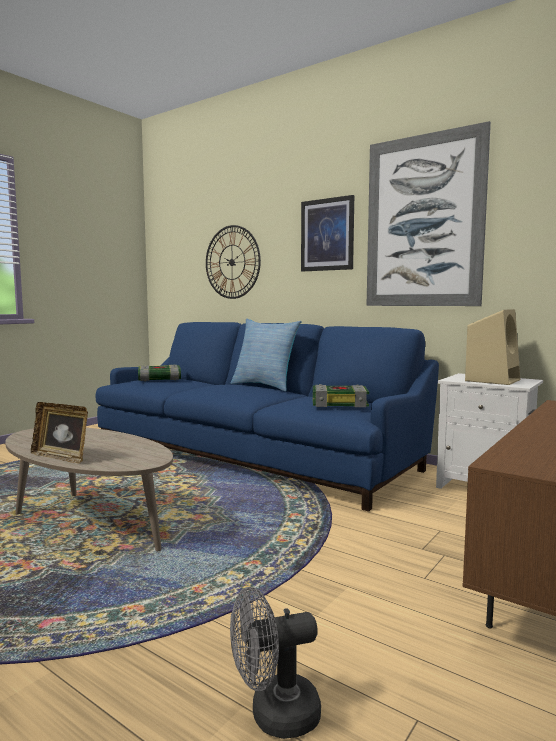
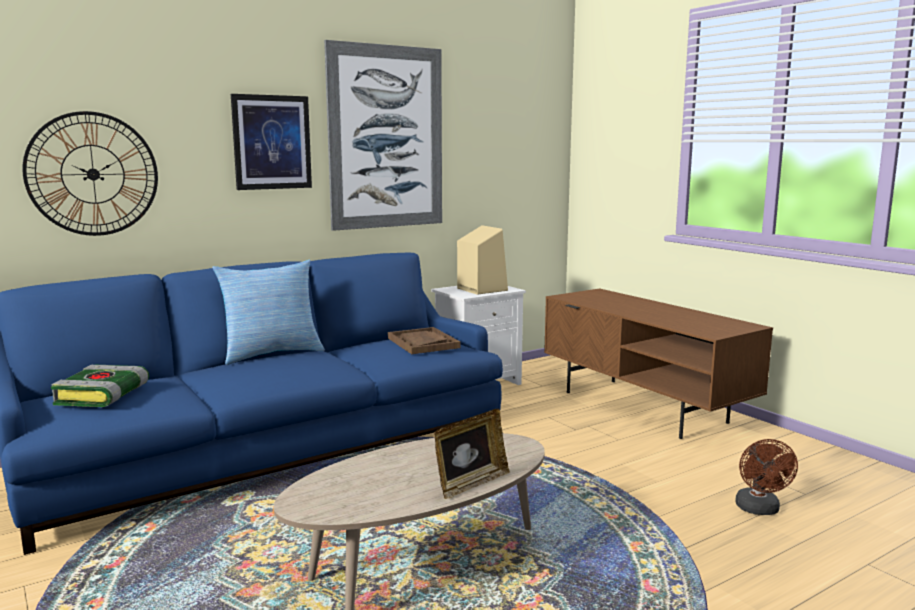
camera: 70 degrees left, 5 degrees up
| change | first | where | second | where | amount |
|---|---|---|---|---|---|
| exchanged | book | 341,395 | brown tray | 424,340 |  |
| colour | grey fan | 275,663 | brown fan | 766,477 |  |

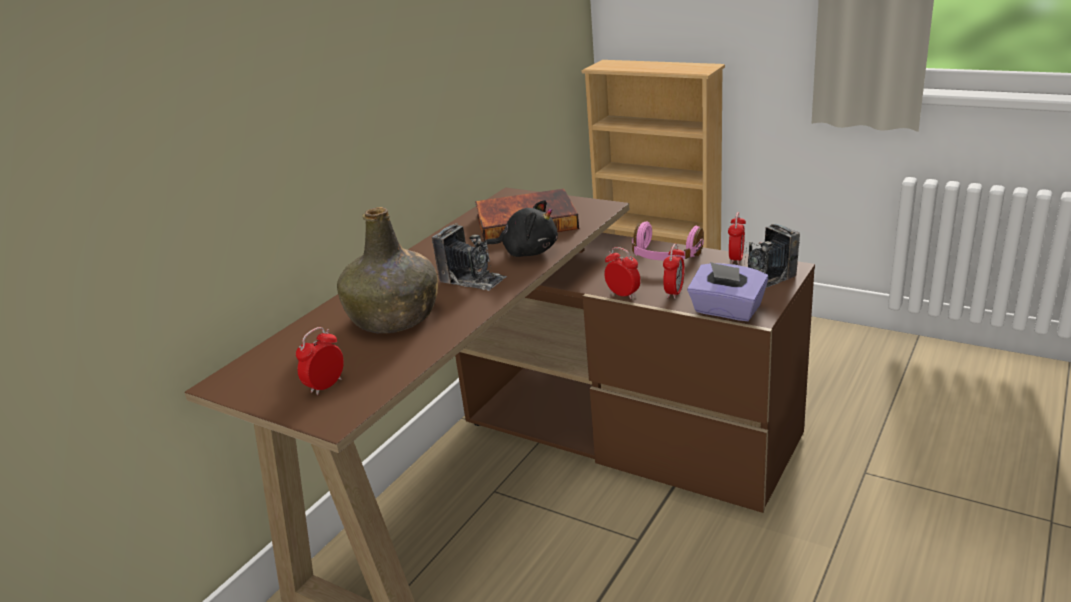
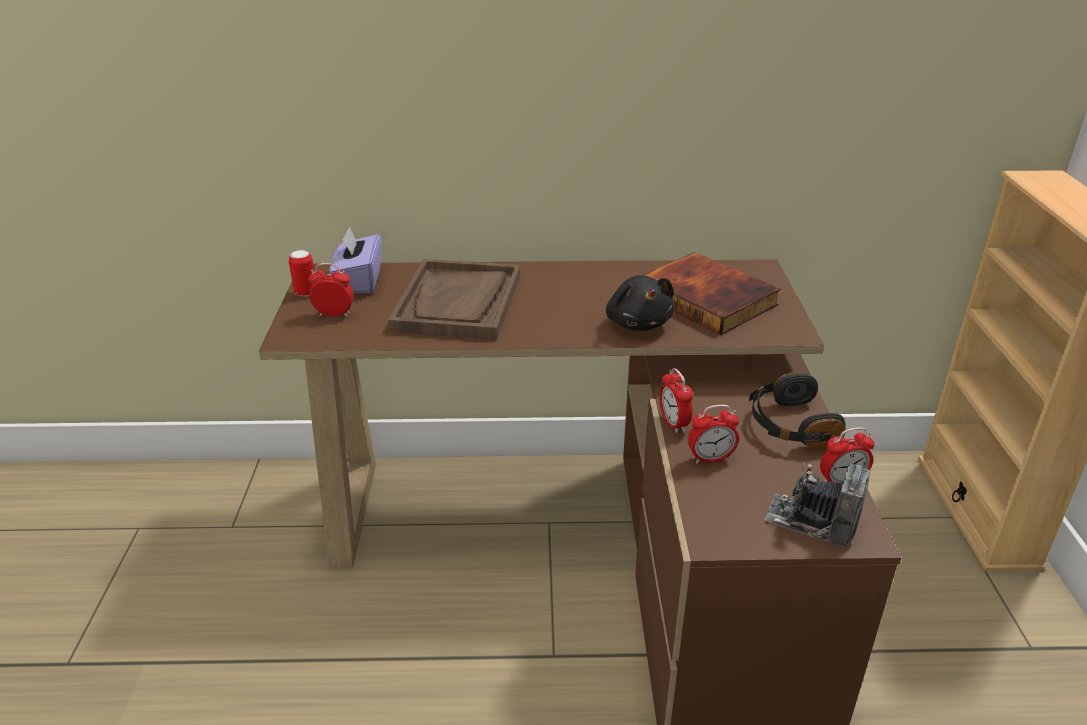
camera: 55 degrees right, 5 degrees up
| change | first | where | second | where | amount |
|---|---|---|---|---|---|
| appeared |  |  | can | 301,273 |  |
| relocated | purple tissue box | 727,291 |  | 355,259 |  |
| exchanged | green bottle | 387,270 | brown tray | 454,299 |  |
| spun | alarm clock | 622,273 |  | 676,400 | 150 degrees clockwise |
| colour | pink headphones | 668,241 | black headphones | 797,410 |  |
| missing | photo camera | 469,257 |  |  |  |

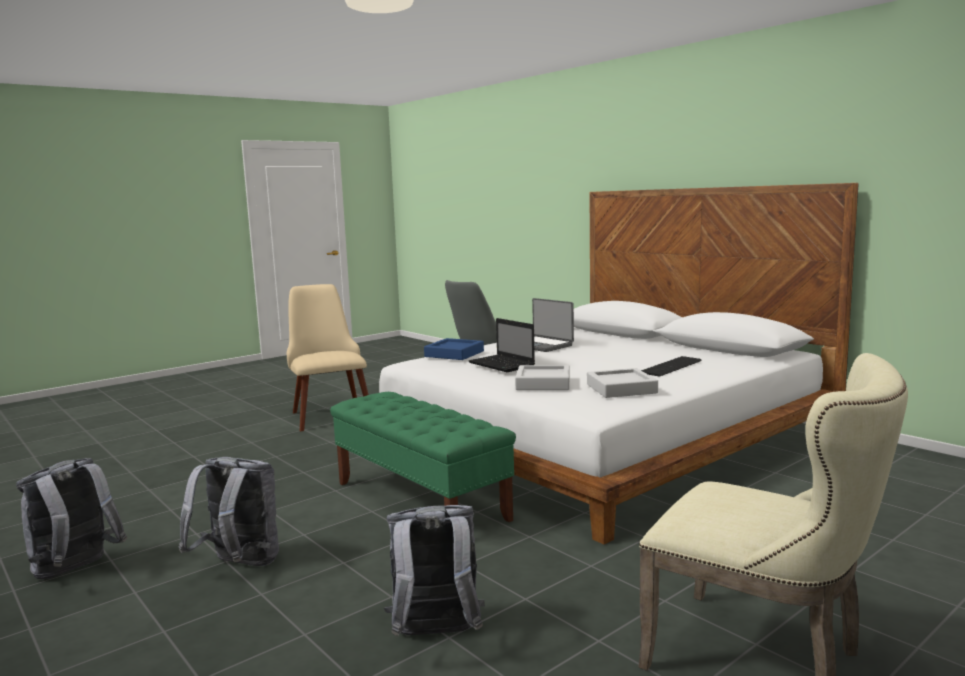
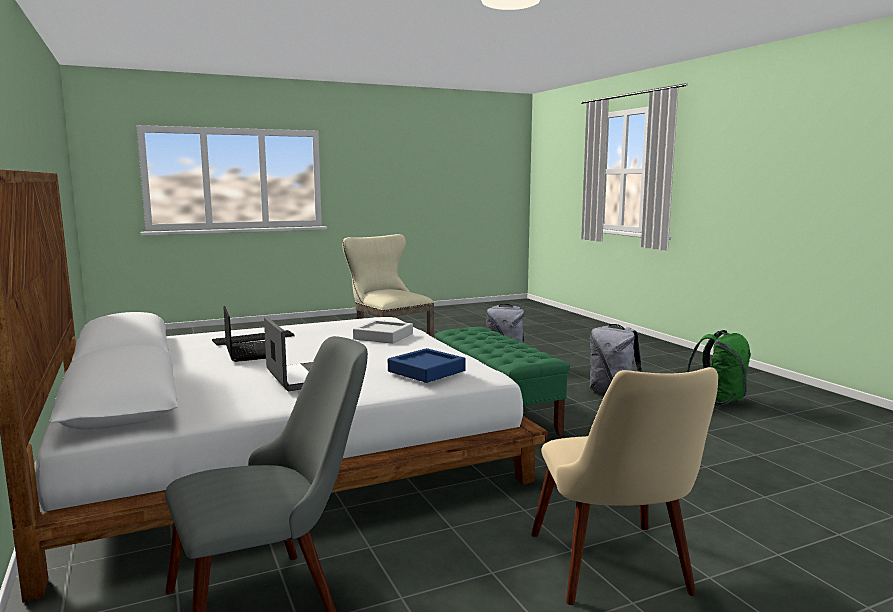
camera: 165 degrees left, 0 degrees up
| change | first | where | second | where | amount |
|---|---|---|---|---|---|
| relocated | laptop | 502,345 |  | 244,334 |  |
| colour | grey backpack | 71,518 | green backpack | 719,368 |  |
| missing | grey tray | 622,383 |  |  |  |

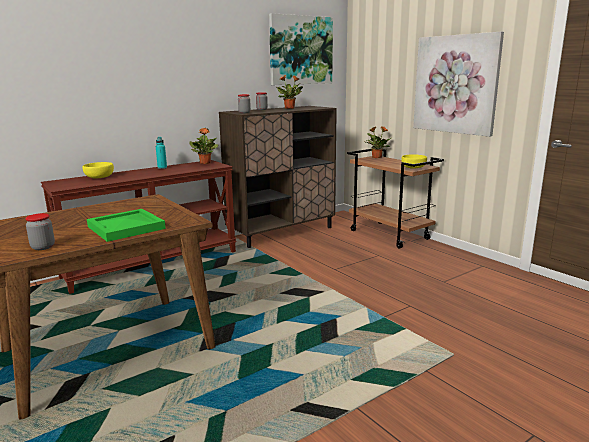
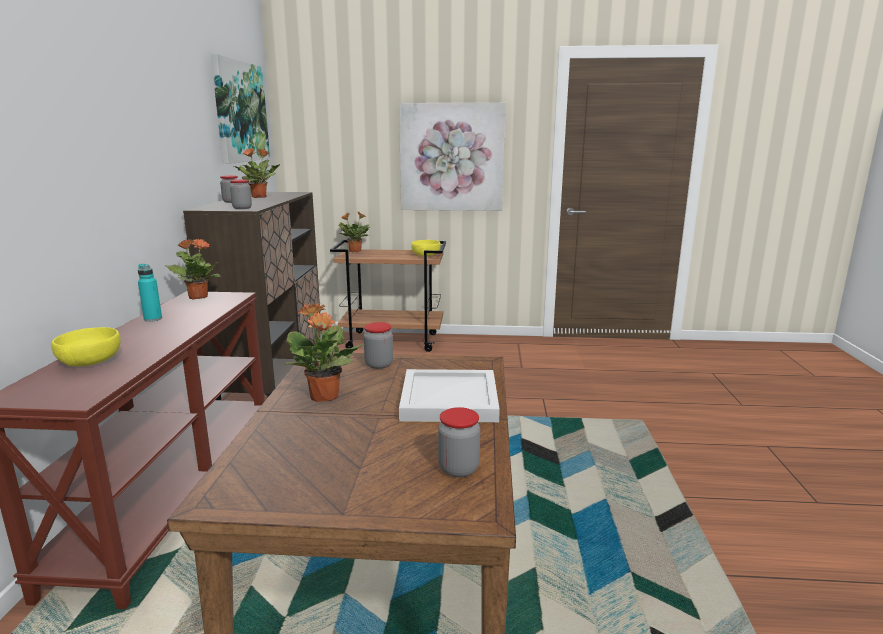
camera: 50 degrees left, 0 degrees up
| change | first | where | second | where | amount |
|---|---|---|---|---|---|
| appeared |  |  | potted plant | 325,352 |  |
| appeared |  |  | jar | 378,345 |  |
| colour | green tray | 126,225 | white tray | 449,395 |  |

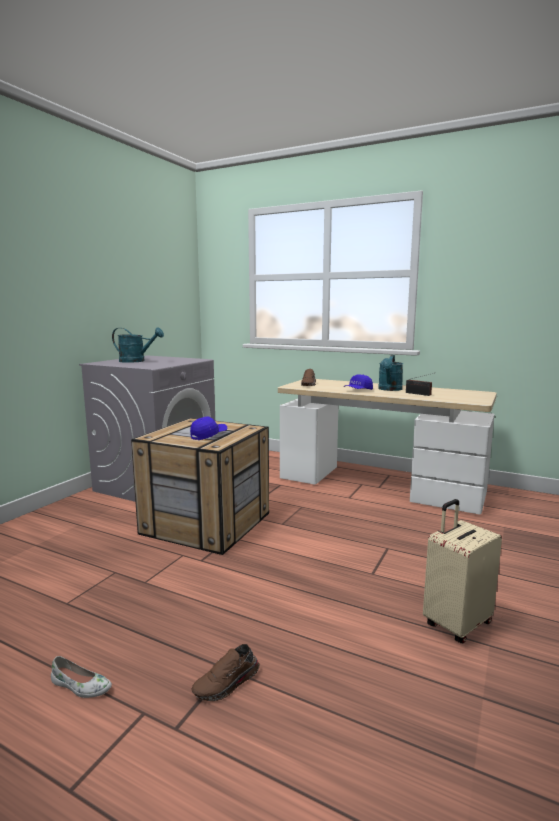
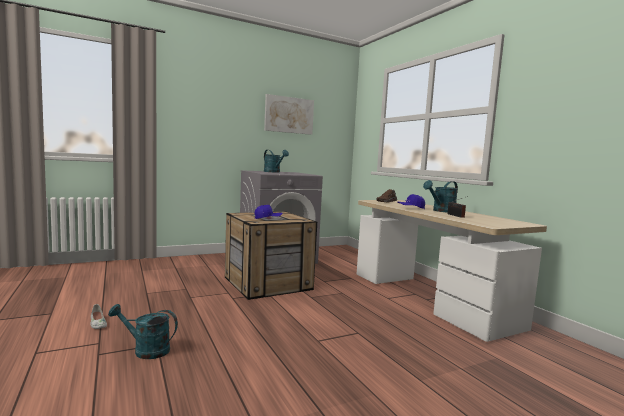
camera: 35 degrees right, 5 degrees down
| change | first | where | second | where | amount |
|---|---|---|---|---|---|
| exchanged | brown shoe | 225,672 | turquoise watering can | 143,331 |  |
| appeared |  |  | picture | 289,114 |  |
| missing | beige suitcase | 462,571 |  |  |  |

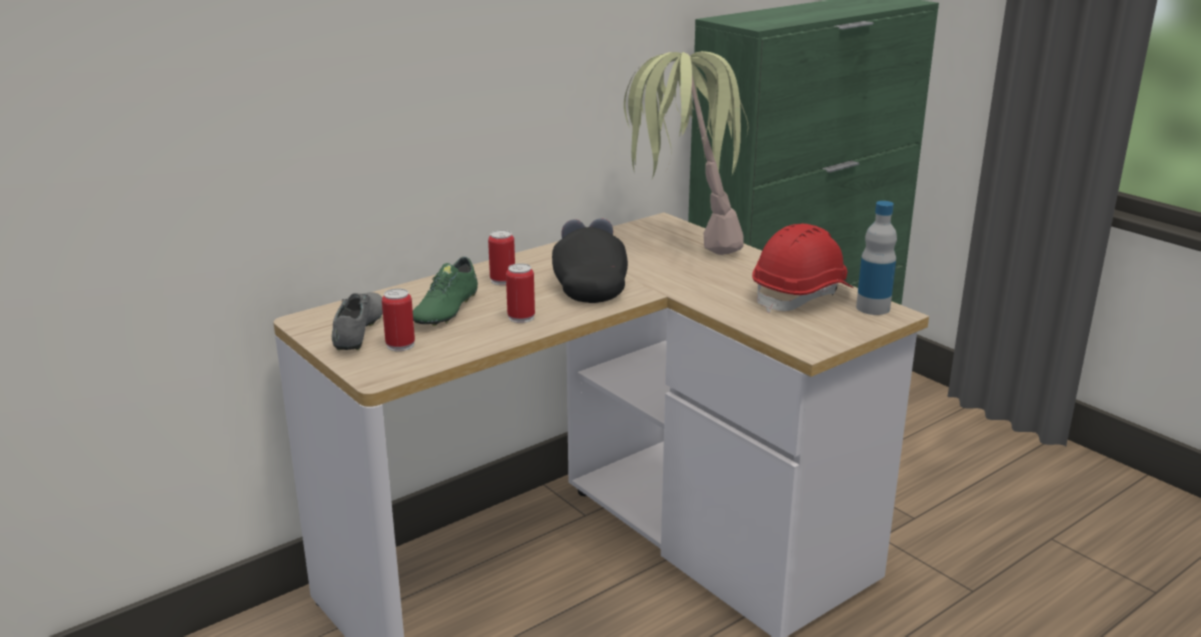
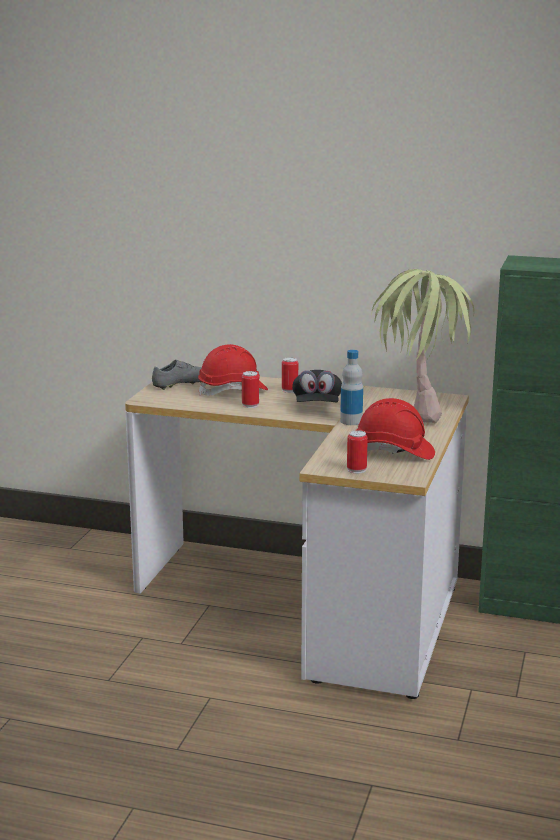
camera: 55 degrees right, 5 degrees down
| change | first | where | second | where | amount |
|---|---|---|---|---|---|
| exchanged | green shoe | 445,291 | red hard hat | 233,370 |  |
| spun | black cap | 590,260 |  | 317,386 | 135 degrees clockwise |
| relocated | bottle | 876,258 |  | 351,387 |  |
| relocated | can | 398,319 |  | 357,452 |  |

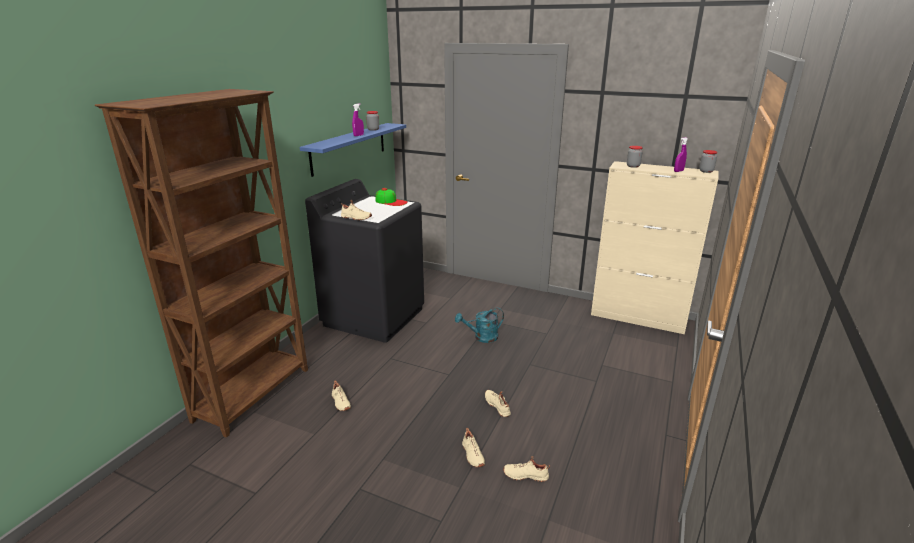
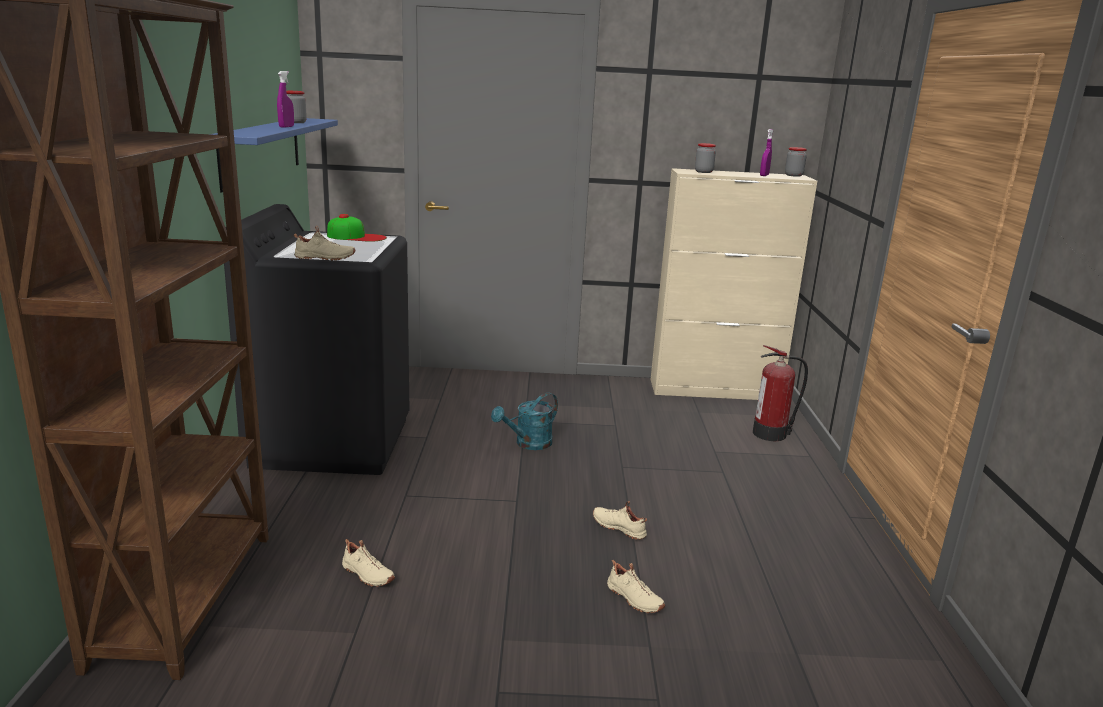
camera: 25 degrees left, 5 degrees down
| change | first | where | second | where | amount |
|---|---|---|---|---|---|
| appeared |  |  | fire extinguisher | 780,393 |  |
| missing | beige shoe | 526,469 |  |  |  |

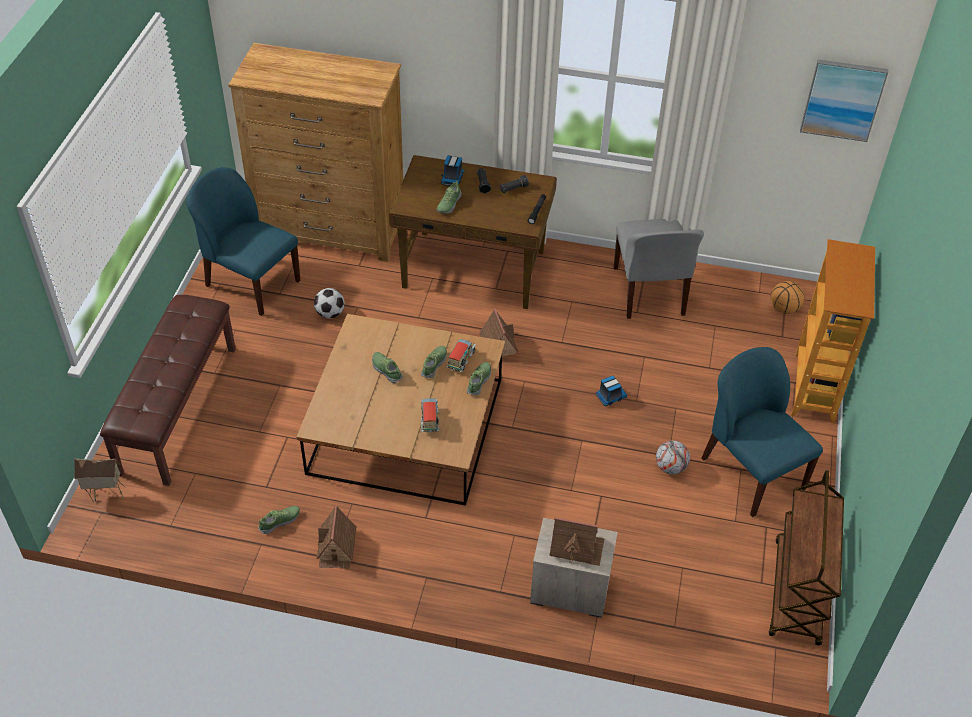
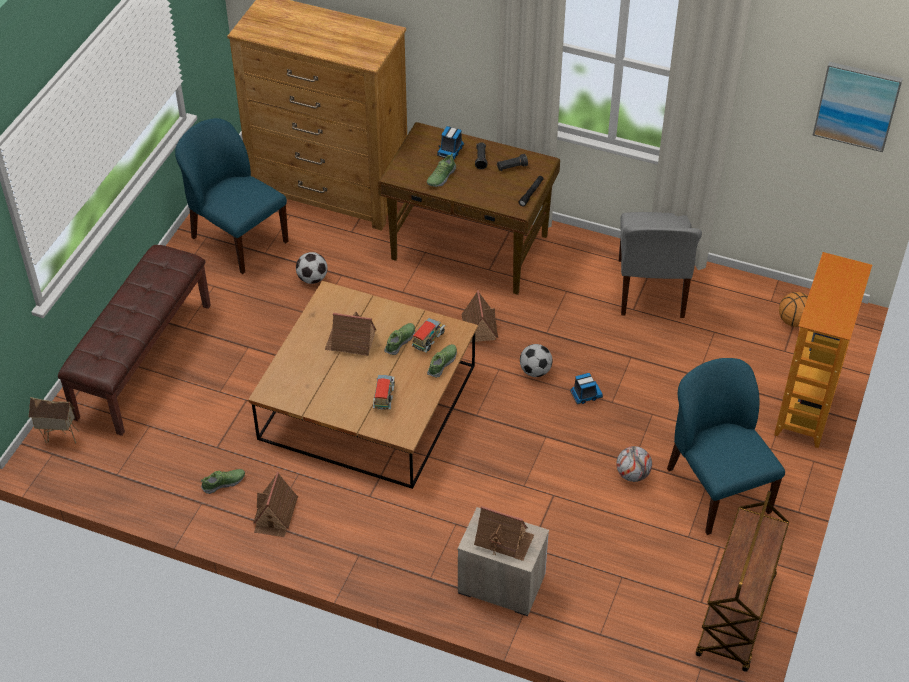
camera: 10 degrees right, 0 degrees up
| change | first | where | second | where | amount |
|---|---|---|---|---|---|
| exchanged | shoe | 387,367 | toy house | 350,334 |  |
| appeared |  |  | football | 536,360 |  |

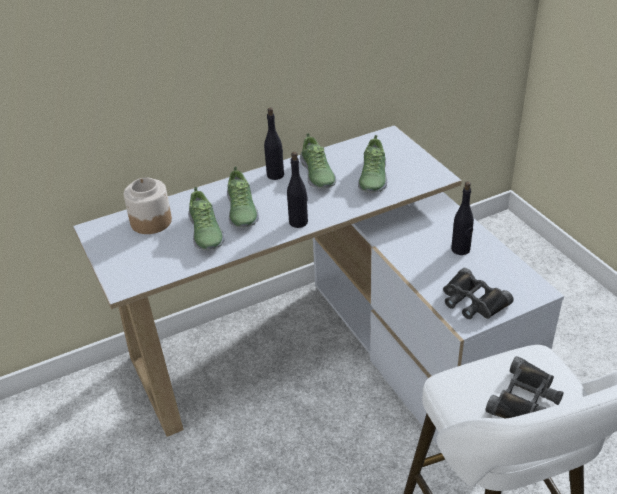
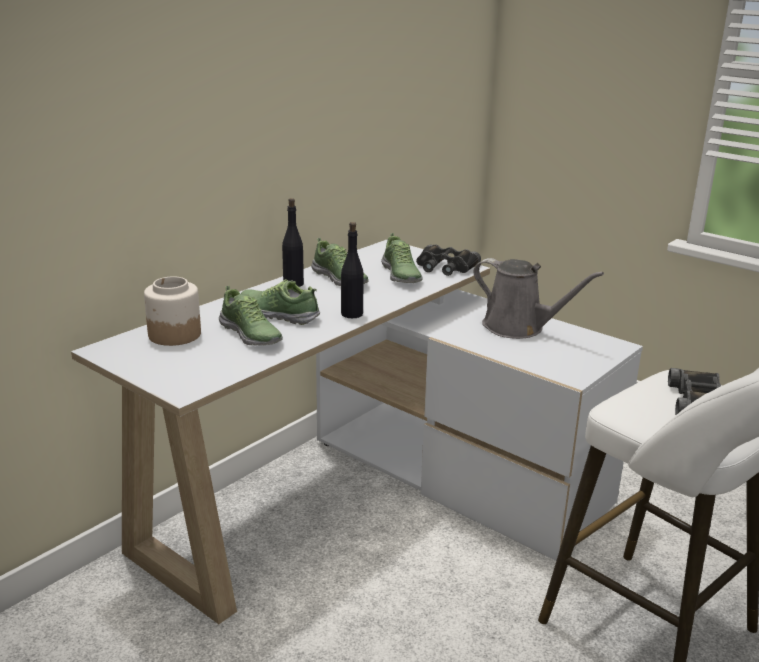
camera: 25 degrees left, 15 degrees down
| change | first | where | second | where | amount |
|---|---|---|---|---|---|
| spun | shoe | 243,197 |  | 280,302 | 150 degrees clockwise |
| relocated | black binoculars | 478,293 |  | 448,260 |  |
| exchanged | black bottle | 462,218 | grey watering can | 538,298 |  |

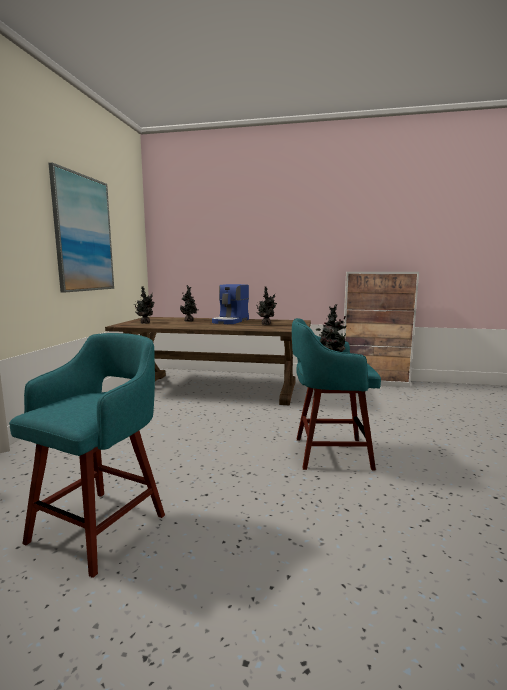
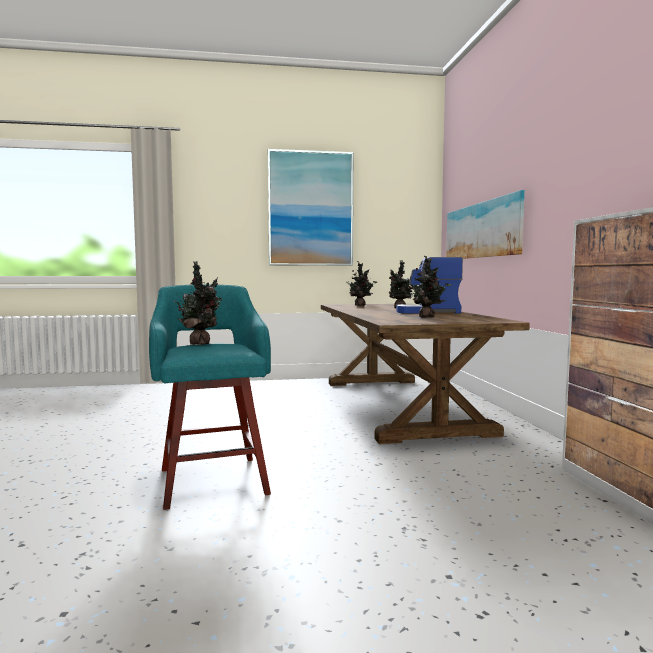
camera: 70 degrees right, 5 degrees down
| change | first | where | second | where | amount |
|---|---|---|---|---|---|
| appeared |  |  | picture | 485,224 |  |
| missing | turquoise stool | 87,455 |  |  |  |

